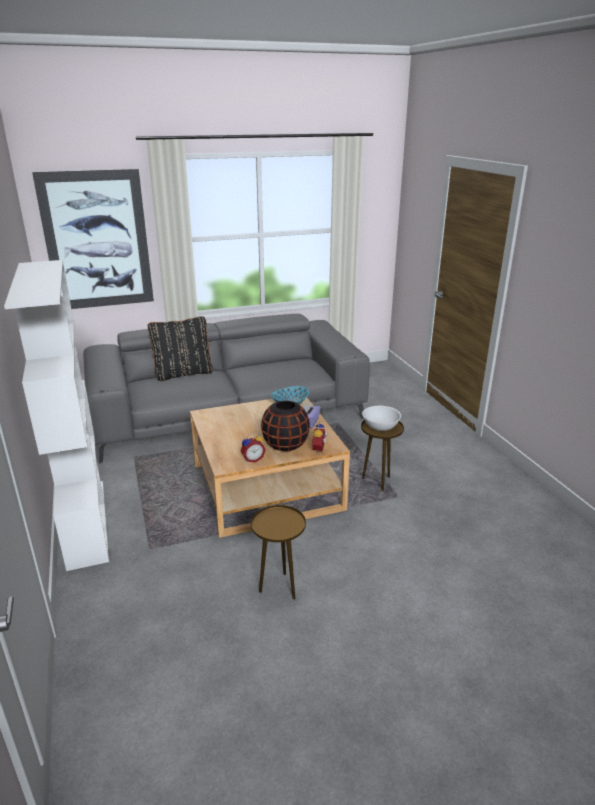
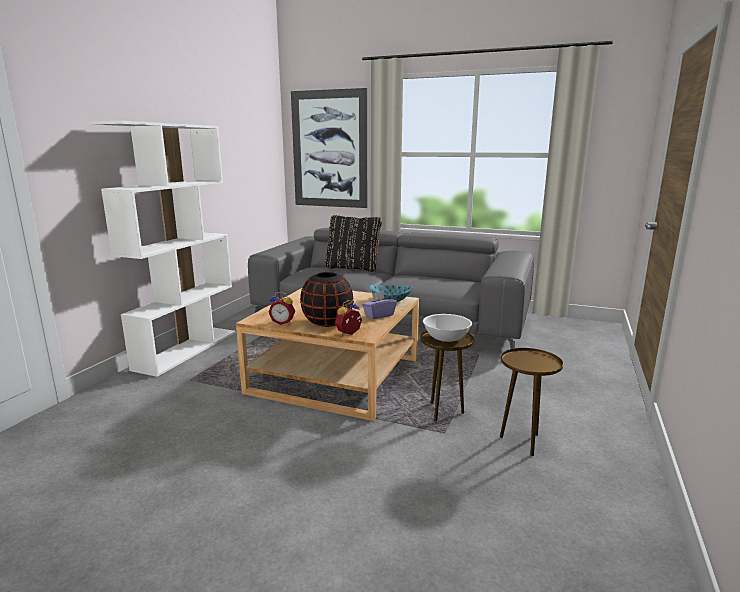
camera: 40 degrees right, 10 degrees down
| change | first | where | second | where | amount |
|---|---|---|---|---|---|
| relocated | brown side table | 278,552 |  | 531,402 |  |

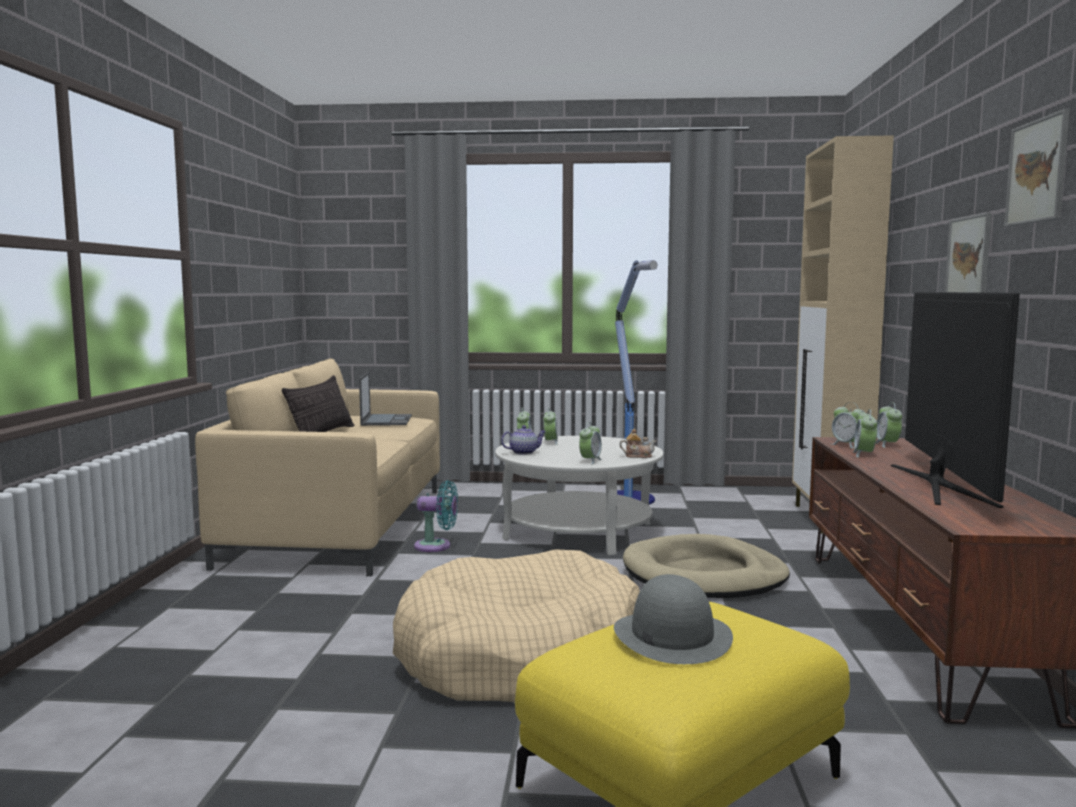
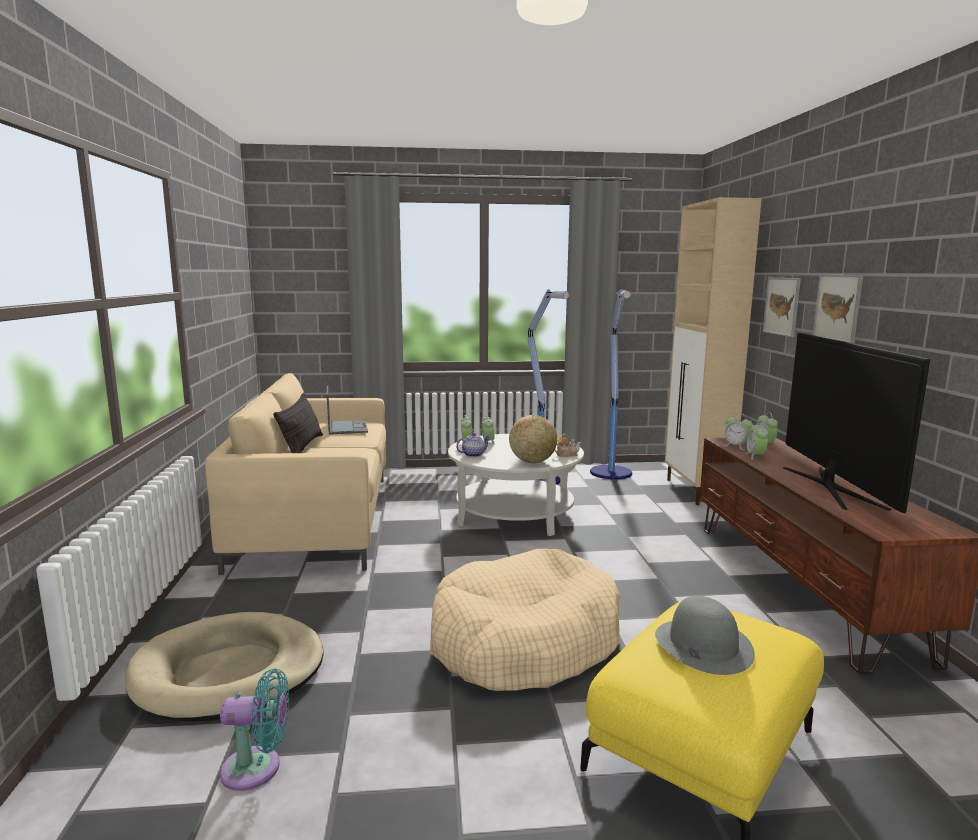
camera: 10 degrees left, 5 degrees up
| change | first | where | second | where | amount |
|---|---|---|---|---|---|
| relocated | beige dog bed | 706,566 |  | 224,667 |  |
| relocated | turquoise fan | 436,516 |  | 254,729 |  |
| exchanged | alarm clock | 590,443 | globe | 533,439 |  |
| appeared |  |  | floor lamp | 611,384 |  |
| relocated | picture | 1037,168 |  | 782,307 |  |

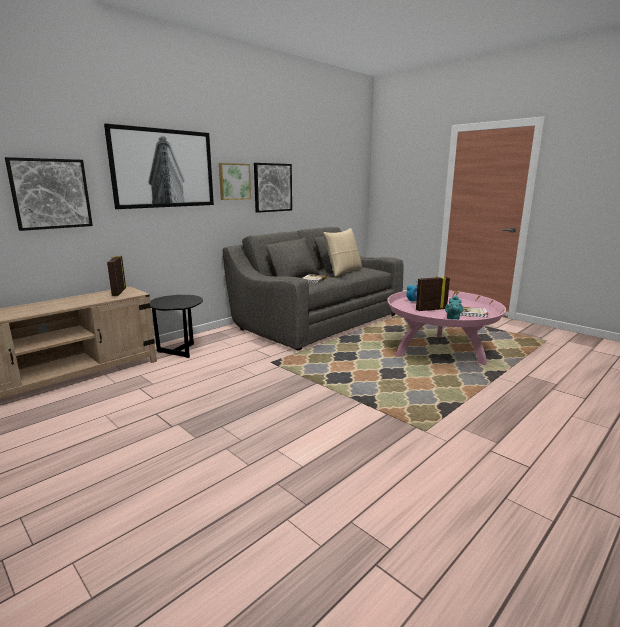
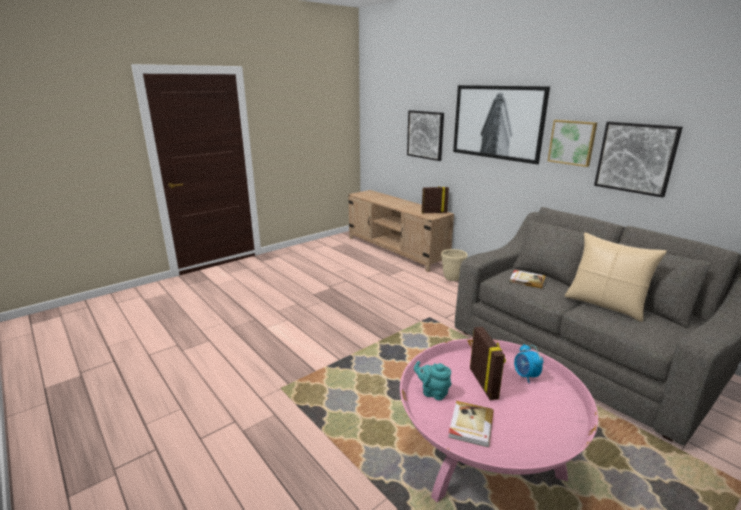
camera: 95 degrees right, 5 degrees up
| change | first | where | second | where | amount |
|---|---|---|---|---|---|
| exchanged | black side table | 176,326 | beige planter | 454,265 |  |

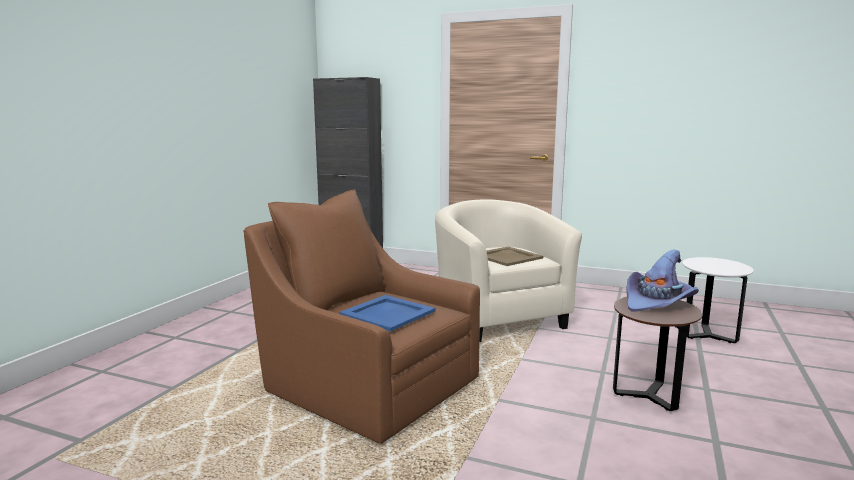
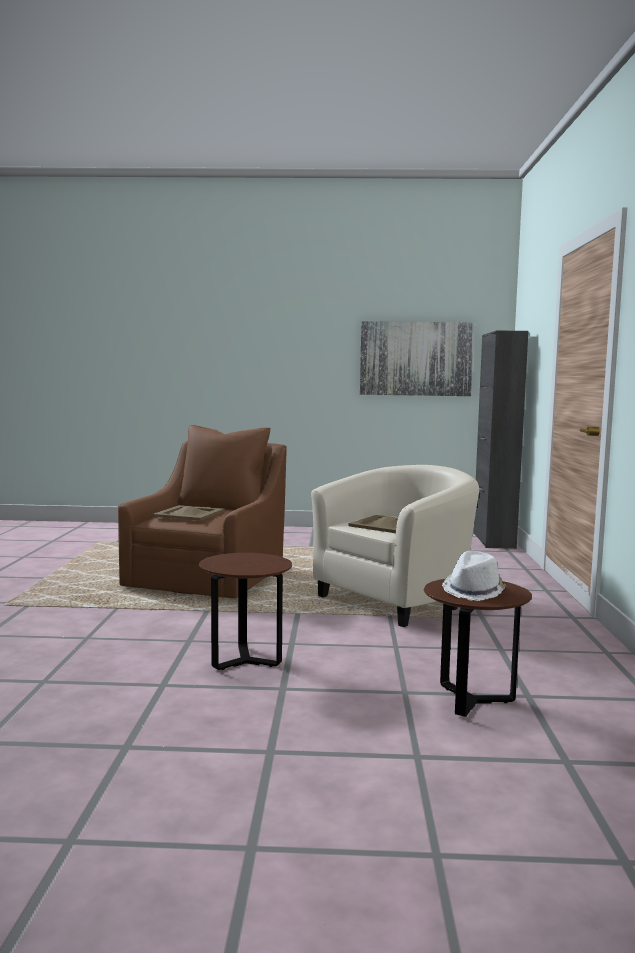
camera: 70 degrees right, 5 degrees down
| change | first | where | second | where | amount |
|---|---|---|---|---|---|
| colour | blue tray | 387,313 | beige tray | 188,513 |  |
| appeared |  |  | picture | 417,358 |  |
| colour | white side table | 718,300 | brown side table | 478,648 |  |
| appeared |  |  | white hat | 474,576 |  |
| missing | purple hat | 662,281 |  |  |  |

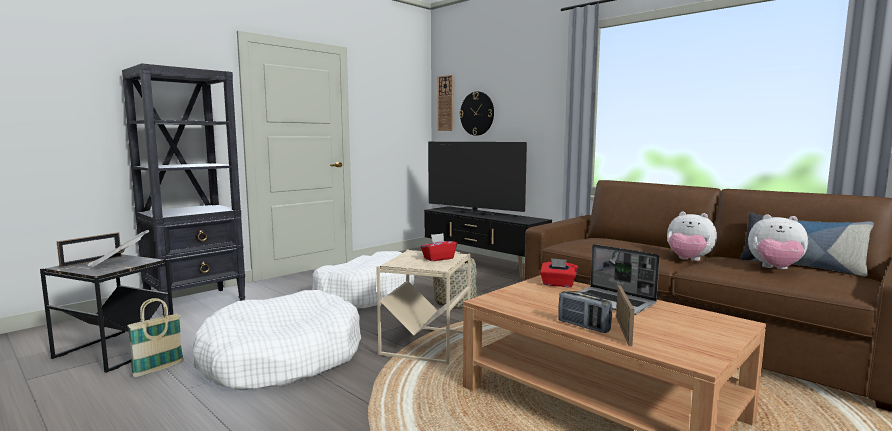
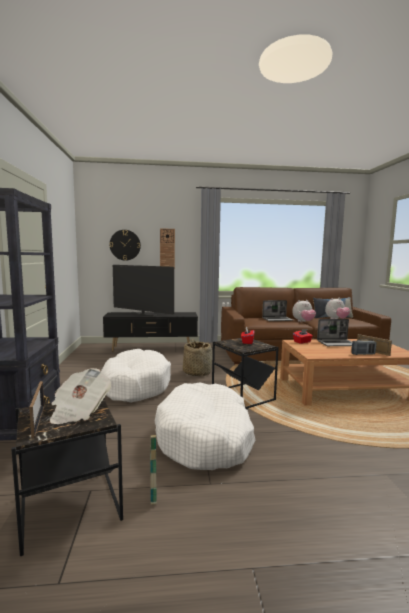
camera: 50 degrees left, 0 degrees up
| change | first | where | second | where | amount |
|---|---|---|---|---|---|
| spun | television | 477,178 |  | 143,290 | 45 degrees clockwise |
| relocated | wall clock | 445,103 |  | 167,248 |  |
| colour | beige side table | 423,306 | black side table | 245,373 |  |
| appeared |  |  | laptop | 277,310 |  |

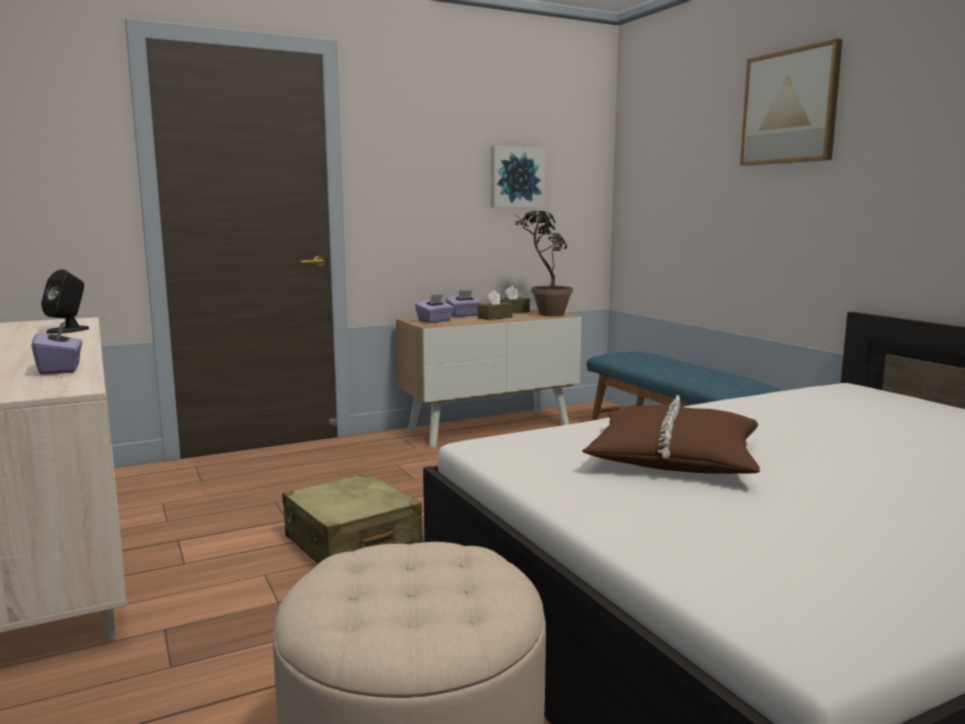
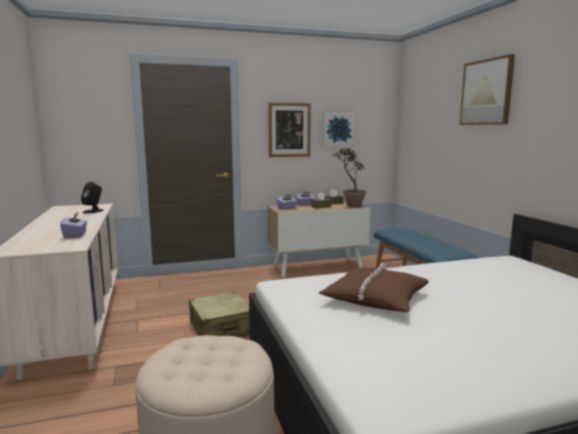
camera: 10 degrees right, 0 degrees up
| change | first | where | second | where | amount |
|---|---|---|---|---|---|
| appeared |  |  | picture | 289,129 |  |

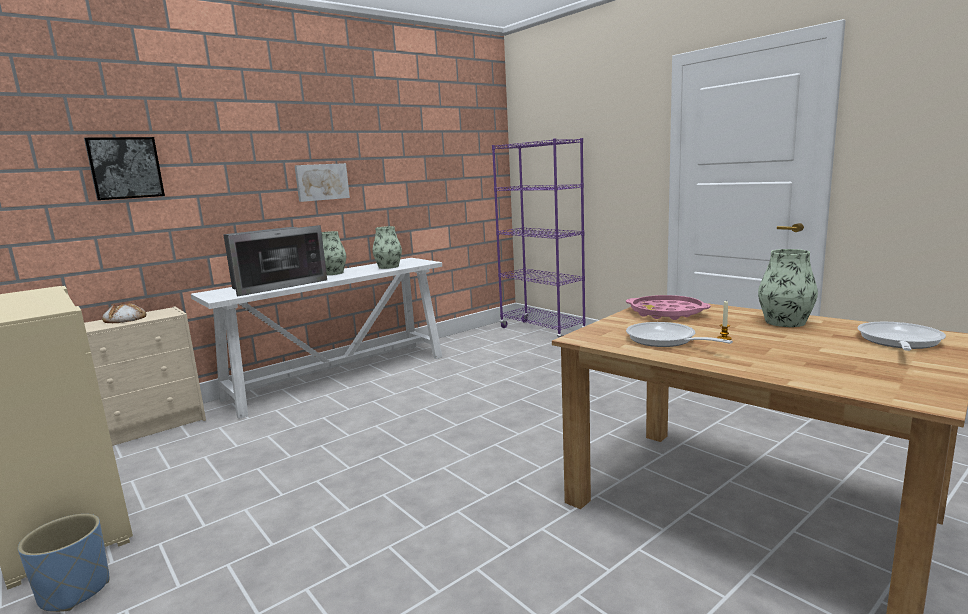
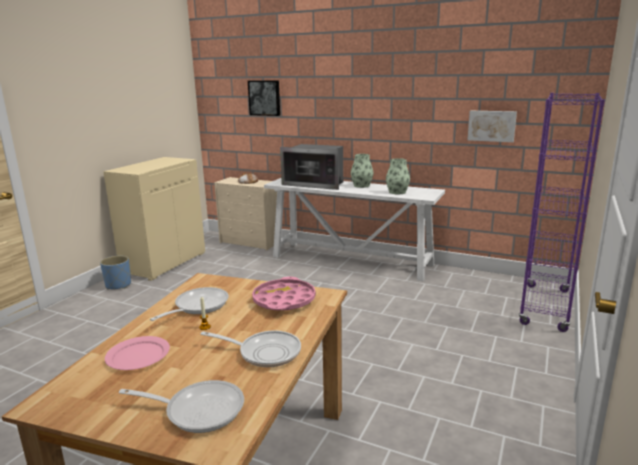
camera: 65 degrees right, 5 degrees up
| change | first | where | second | where | amount |
|---|---|---|---|---|---|
| appeared |  |  | pink plate | 137,353 |  |
| exchanged | vase | 788,288 | frying pan | 251,348 |  |
| relocated | picture | 322,182 |  | 492,126 |  |

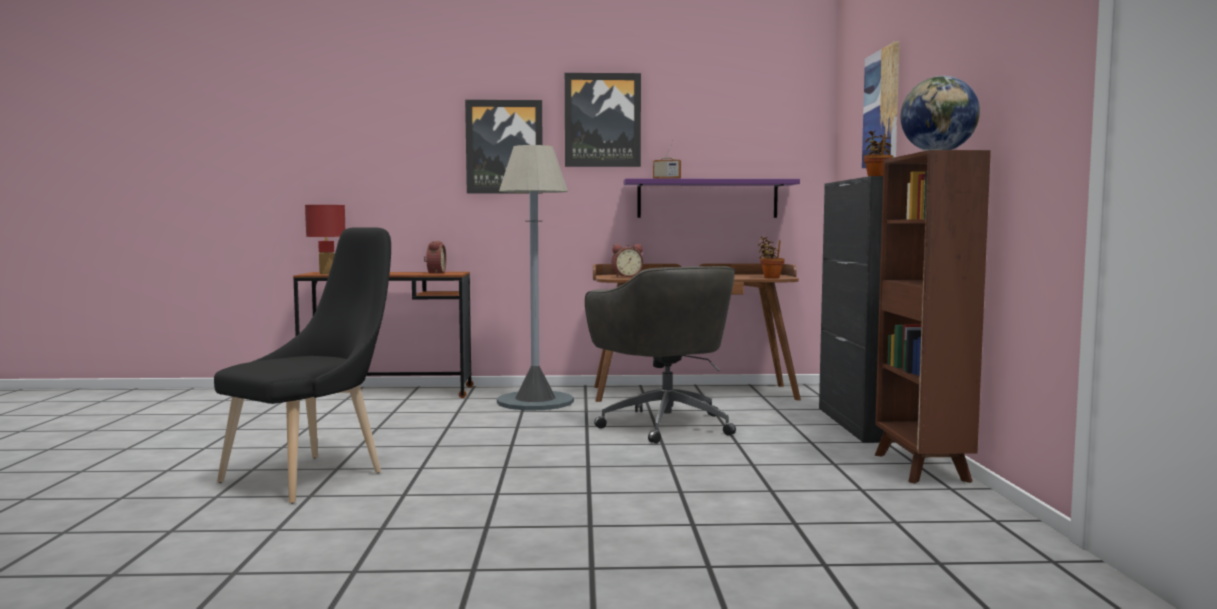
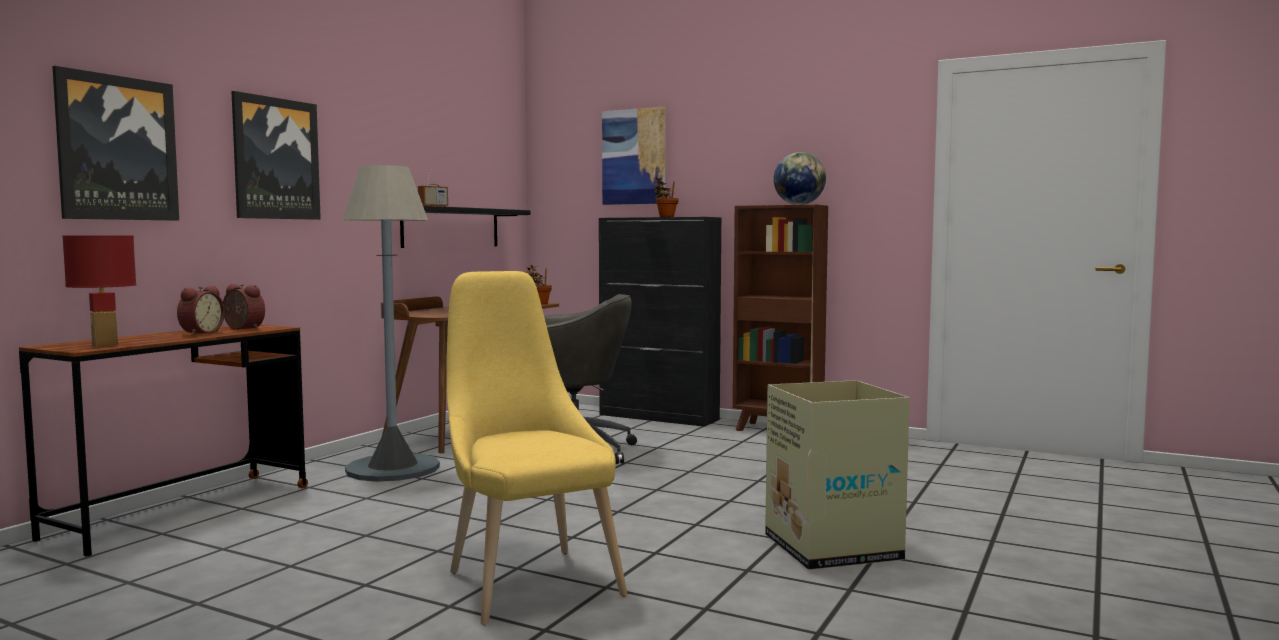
camera: 60 degrees left, 0 degrees up
| change | first | where | second | where | amount |
|---|---|---|---|---|---|
| relocated | picture | 603,120 |  | 115,143 |  |
| relocated | alarm clock | 627,260 |  | 201,310 |  |
| colour | purple shelf | 712,198 | black shelf | 465,227 |  |
| colour | black chair | 302,365 | yellow chair | 537,448 |  |
| appeared |  |  | cardboard box | 837,475 |  |

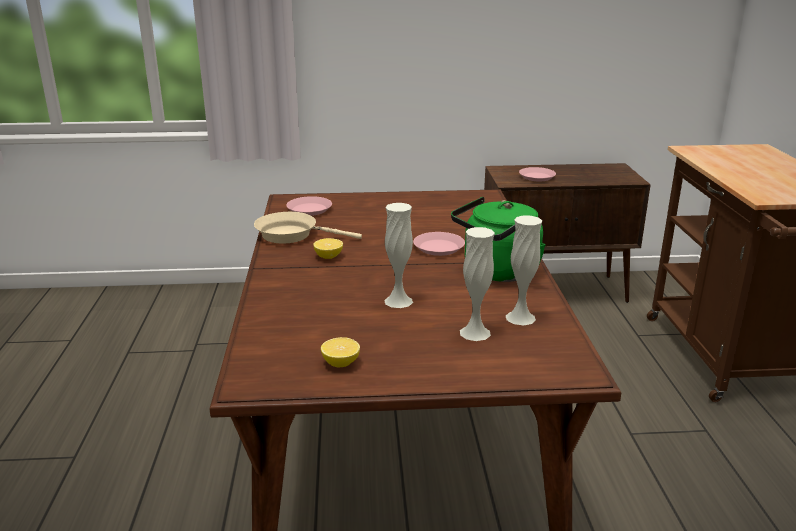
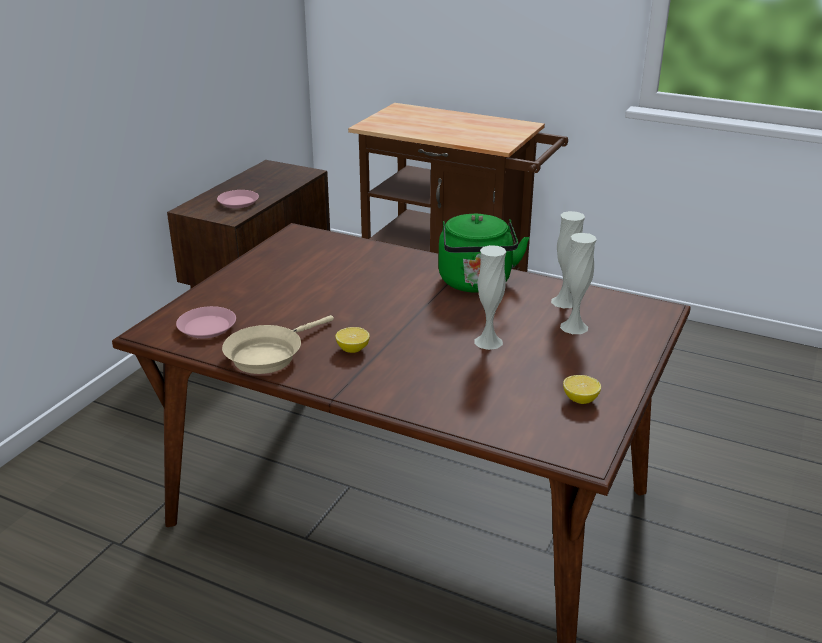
camera: 60 degrees left, 5 degrees up
| change | first | where | second | where | amount |
|---|---|---|---|---|---|
| missing | pink plate | 439,244 |  |  |  |

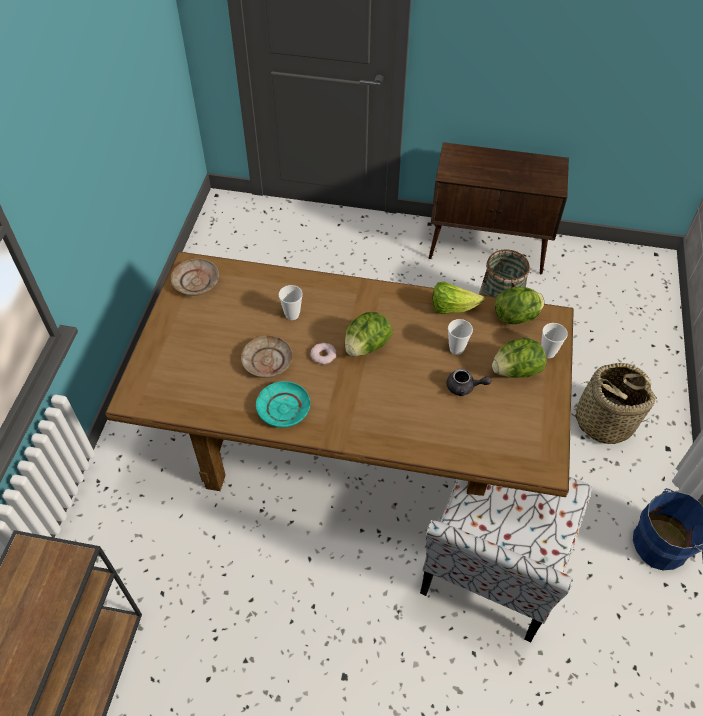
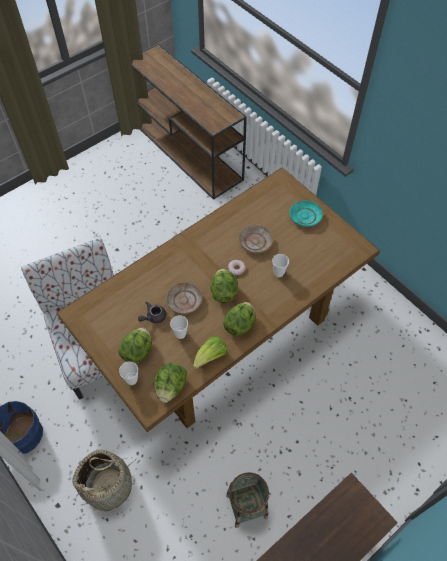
camera: 130 degrees right, 5 degrees up
| change | first | where | second | where | amount |
|---|---|---|---|---|---|
| relocated | beige plate | 195,277 |  | 184,298 |  |
| appeared |  |  | lettuce | 239,319 |  |
| relocated | turquoise plate | 283,404 |  | 306,213 |  |

